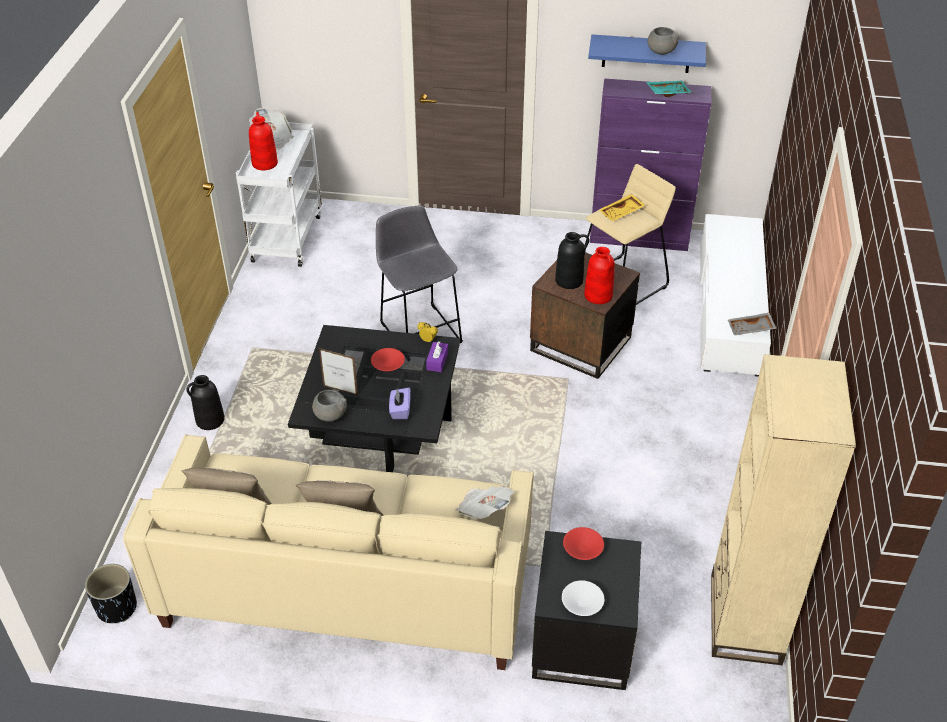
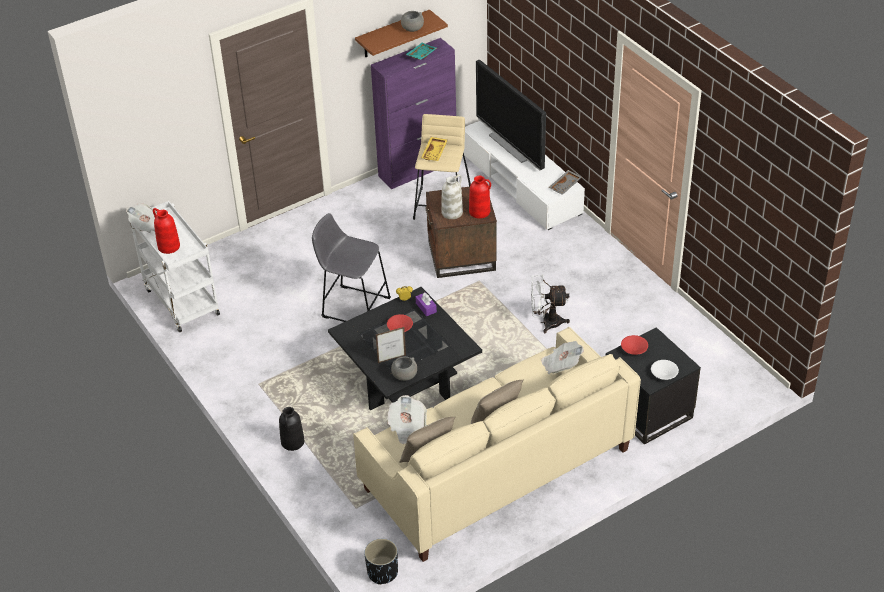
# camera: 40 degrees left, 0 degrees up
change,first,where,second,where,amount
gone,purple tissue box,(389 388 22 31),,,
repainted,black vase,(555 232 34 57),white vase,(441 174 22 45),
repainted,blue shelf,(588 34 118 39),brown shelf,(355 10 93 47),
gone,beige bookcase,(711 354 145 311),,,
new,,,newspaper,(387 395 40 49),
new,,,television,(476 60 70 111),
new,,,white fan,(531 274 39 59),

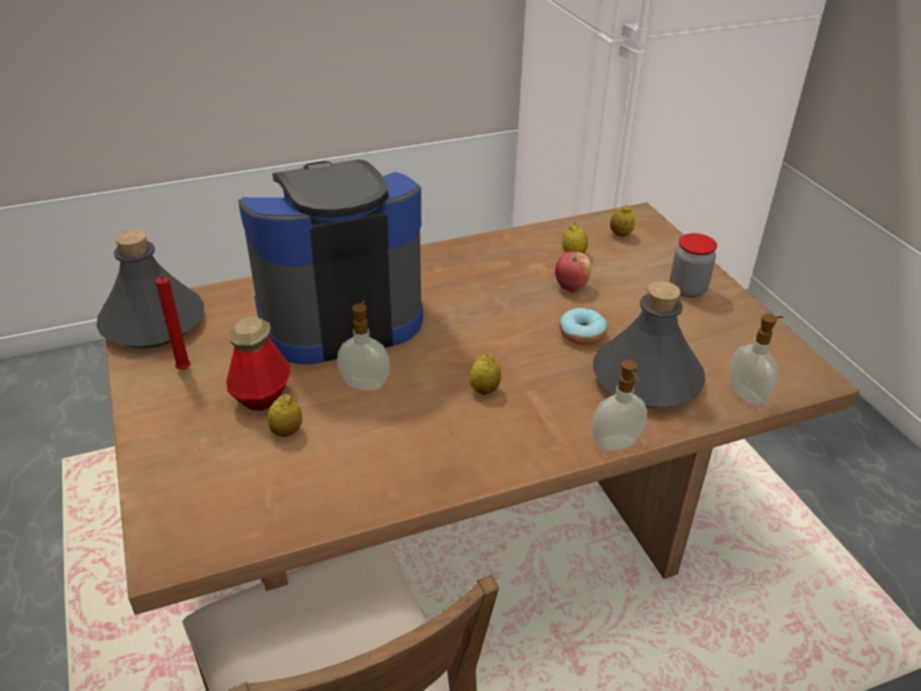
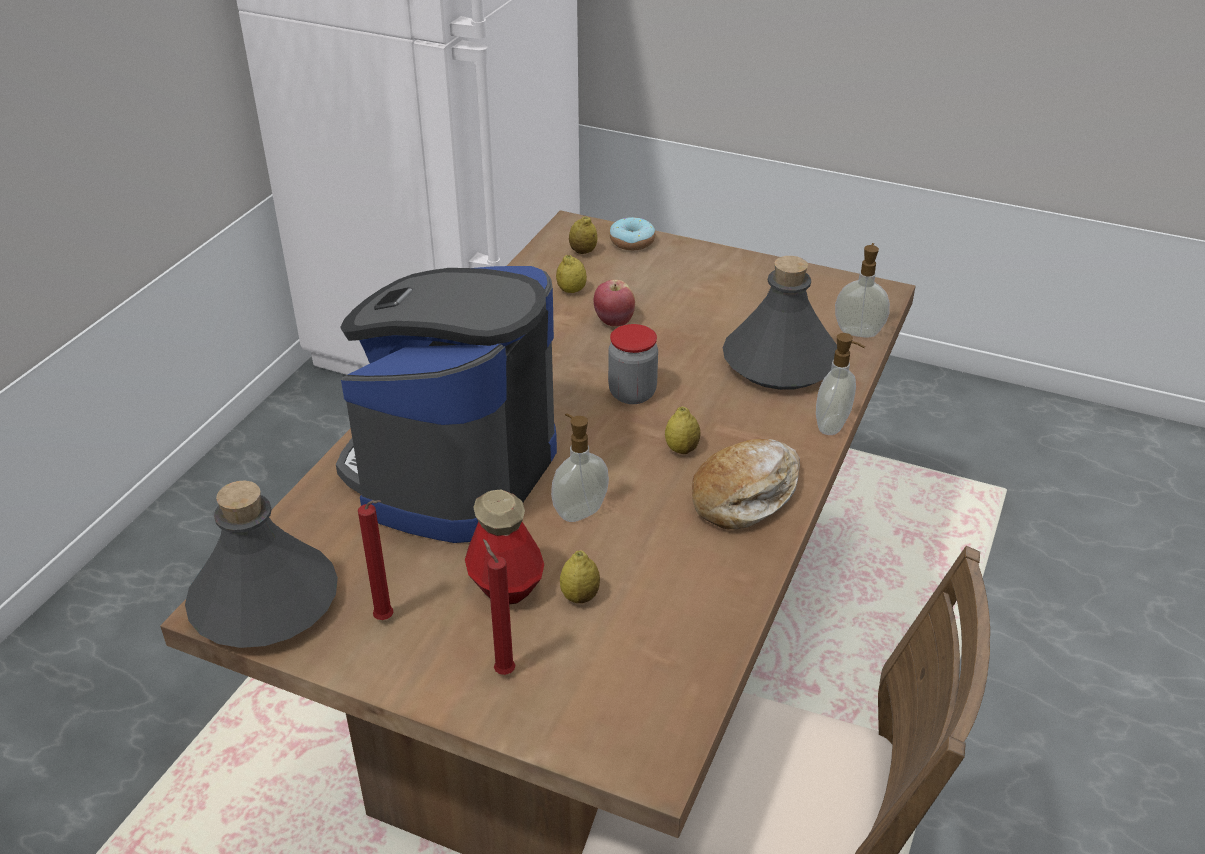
# camera: 45 degrees left, 0 degrees up
change,first,where,second,where,amount
shifted,donut,(559 308 48 37),,(609 217 46 33),
shifted,jar,(670 233 47 65),,(608 324 50 80),
new,,,red candle,(483 539 32 136),
new,,,bread,(692 439 108 90),

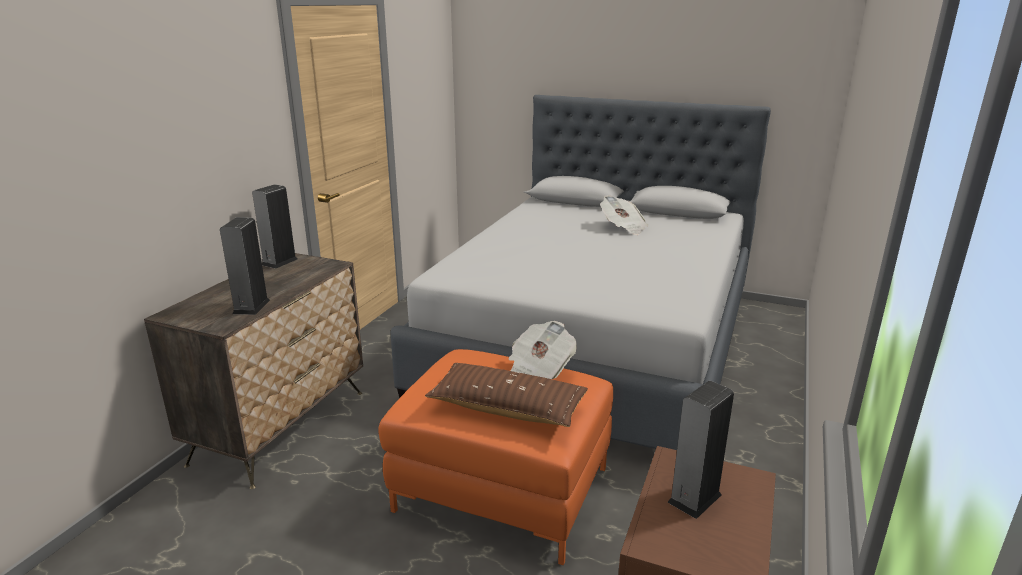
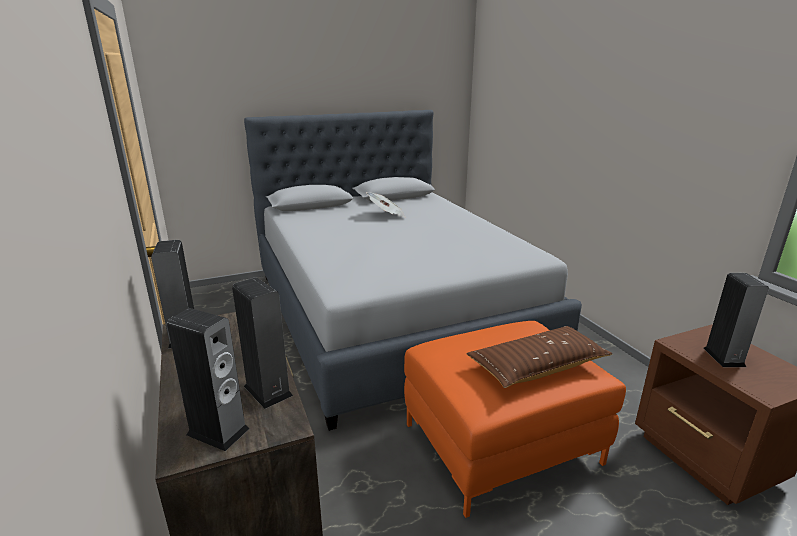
# camera: 45 degrees left, 0 degrees up
change,first,where,second,where,amount
gone,newspaper,(508 321 69 58),,,
new,,,speaker,(167 308 83 143),

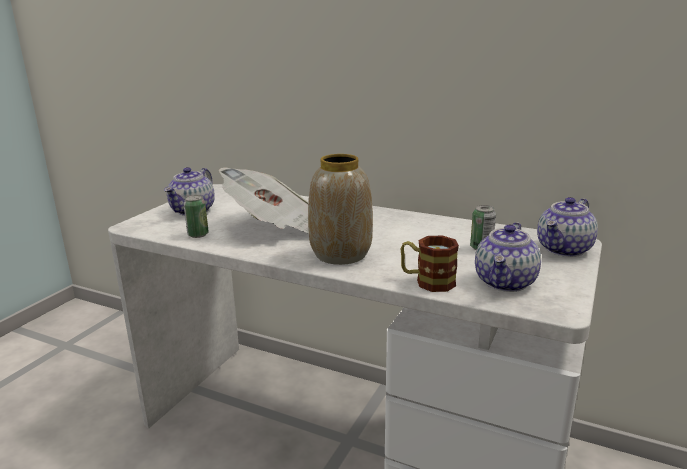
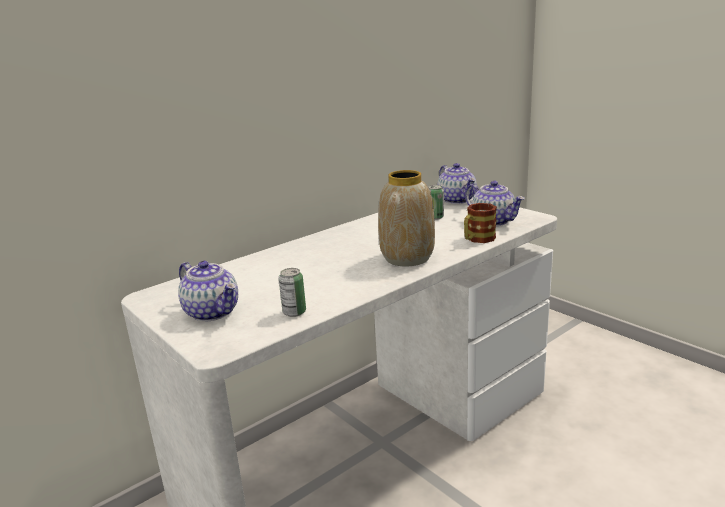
# camera: 65 degrees left, 0 degrees up
change,first,where,second,where,amount
gone,newspaper,(219 167 90 67),,,

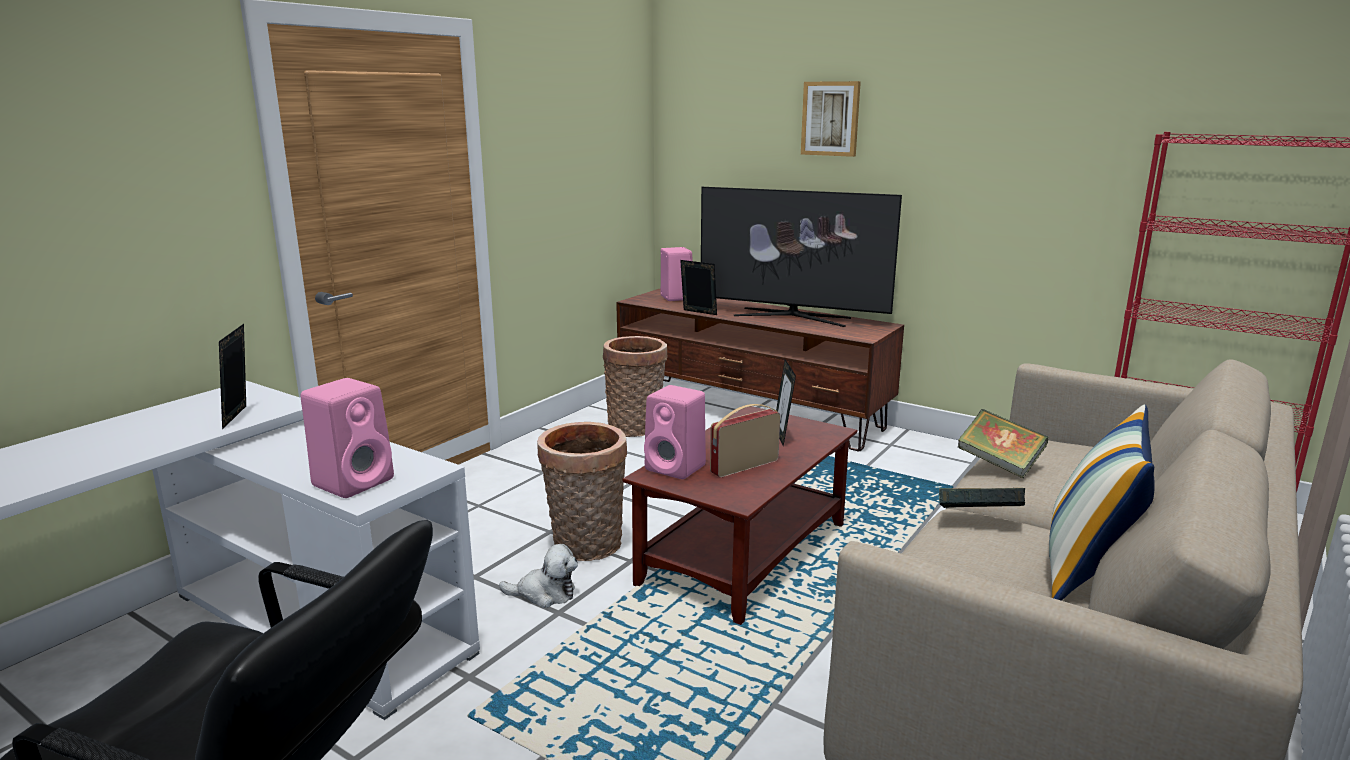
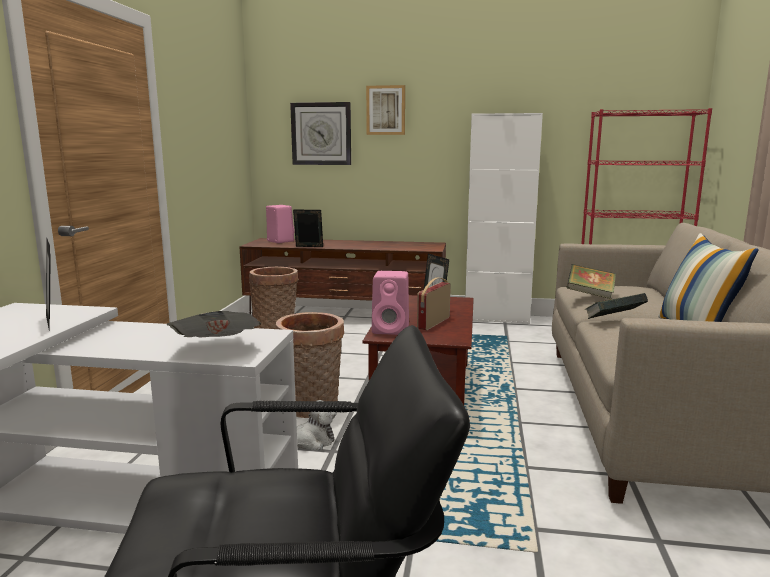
# camera: 25 degrees left, 5 degrees down
change,first,where,second,where,amount
swapped,pink speaker,(301 378 93 120),newspaper,(166 311 95 26),
gone,television,(701 187 201 140),,,
new,,,wall clock,(290 102 61 63),
new,,,white cabinet,(465 113 78 211),

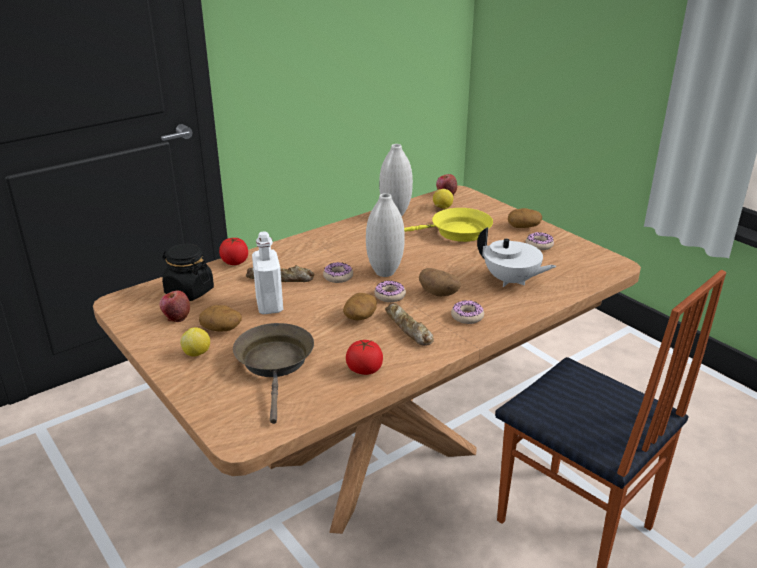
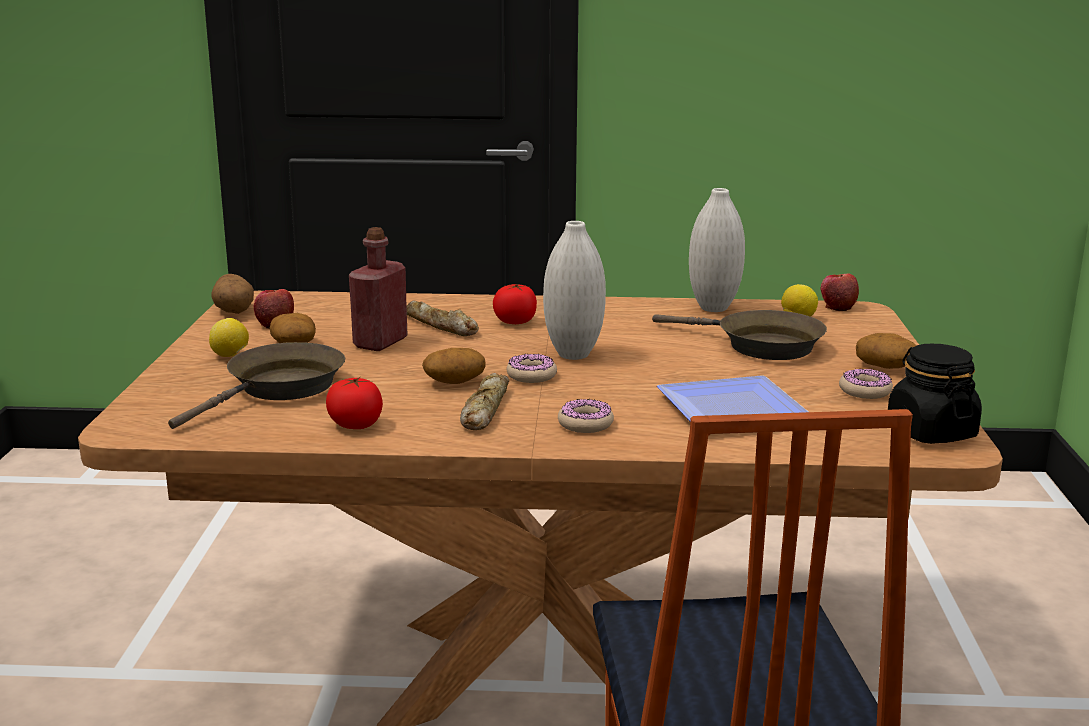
# camera: 40 degrees right, 10 degrees down
change,first,where,second,where,amount
shifted,black jar,(162 243 52 58),,(888 344 94 100),
shifted,tomato,(219 238 29 27),,(493 284 44 40),
repainted,white bottle,(252 231 31 83),red bottle,(349 227 59 124),
gone,donut,(323 262 30 21),,,
repainted,yellow frying pan,(404 208 89 34),brown frying pan,(652 310 175 50),
shifted,potato,(419 268 42 28),,(211 274 43 40),
swapped,white teapot,(477 227 79 60),plate,(657 375 151 46),

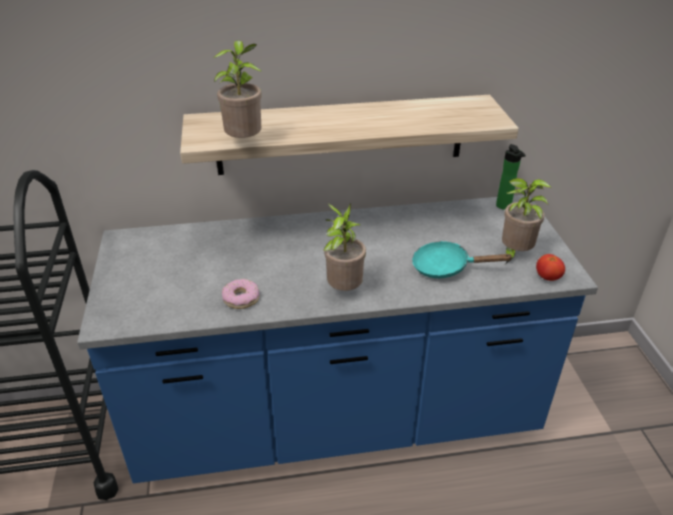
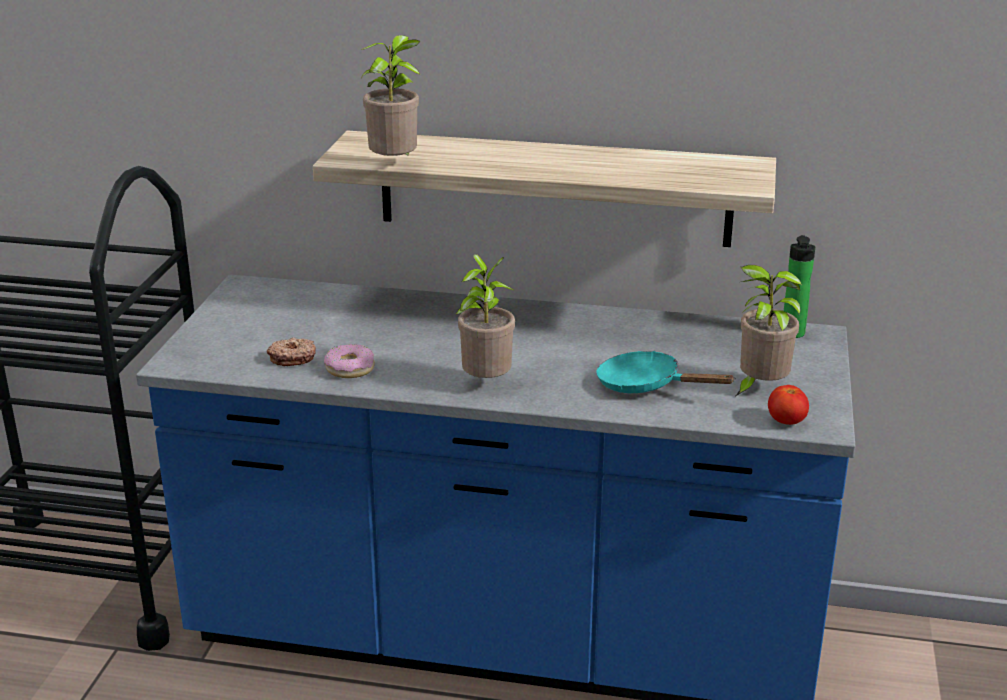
# camera: 20 degrees right, 10 degrees down
change,first,where,second,where,amount
new,,,donut,(267 337 49 29),

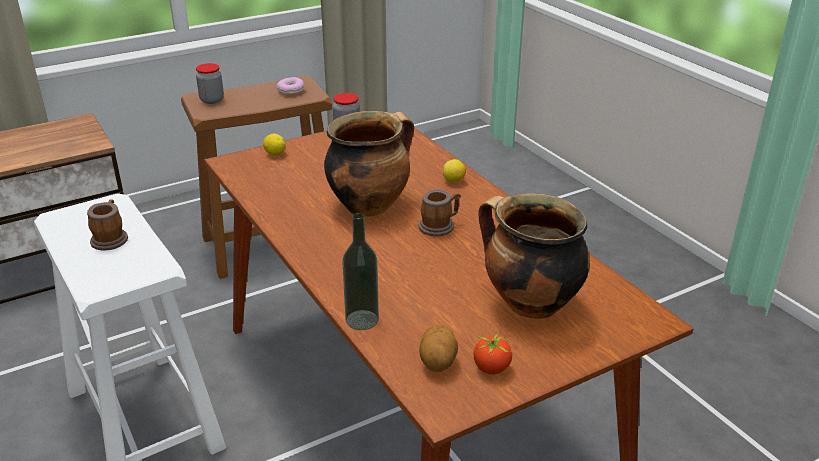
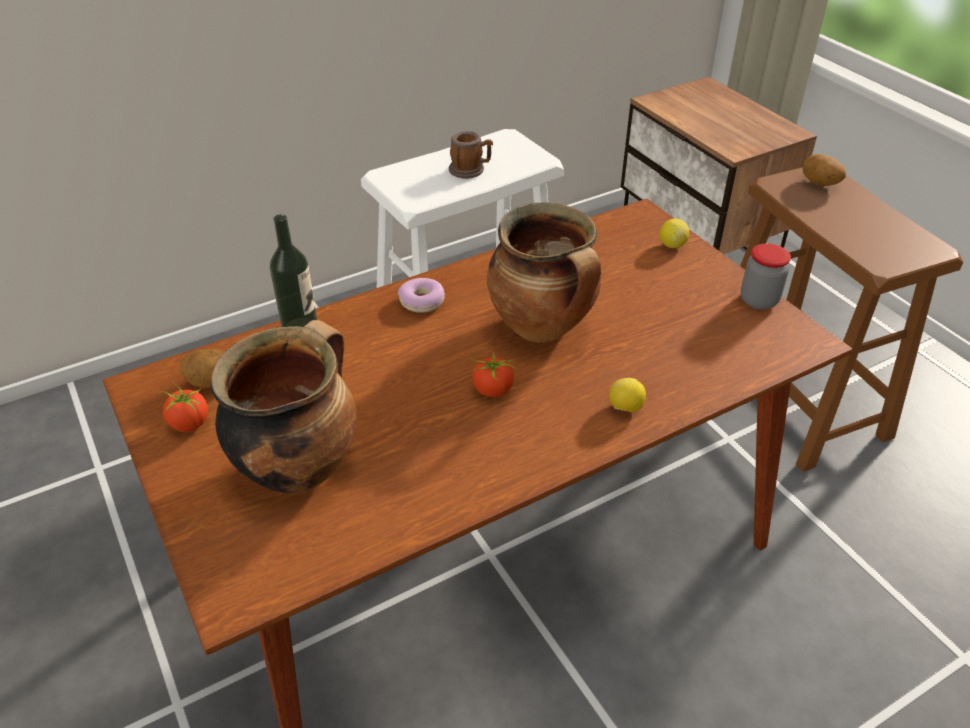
# camera: 90 degrees right, 10 degrees up
change,first,where,second,where,amount
swapped,jar,(196 63 28 41),potato,(802 154 44 32),
shifted,donut,(276 77 28 18),,(398 278 47 35),
swapped,mug,(419 189 42 47),tomato,(470 352 46 45),

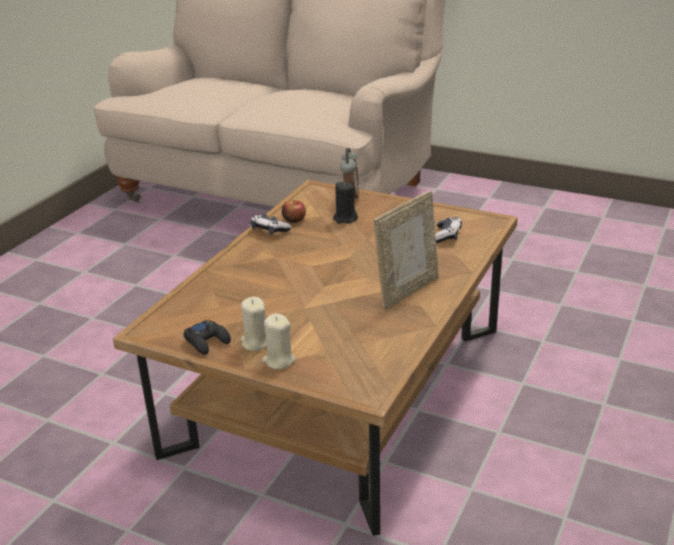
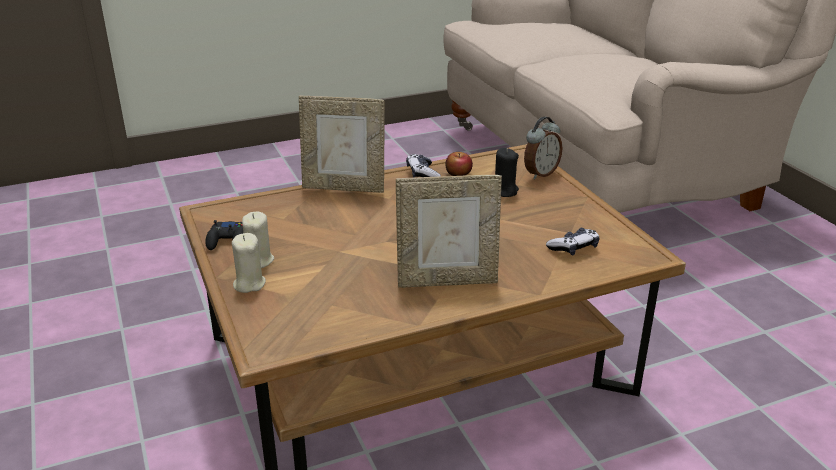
# camera: 40 degrees right, 0 degrees up
change,first,where,second,where,amount
new,,,picture frame,(299 96 86 97),

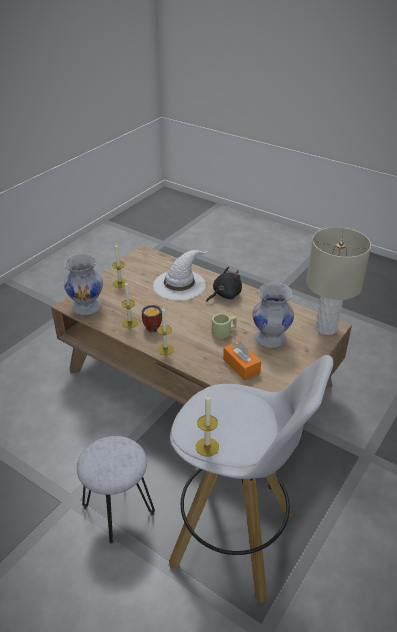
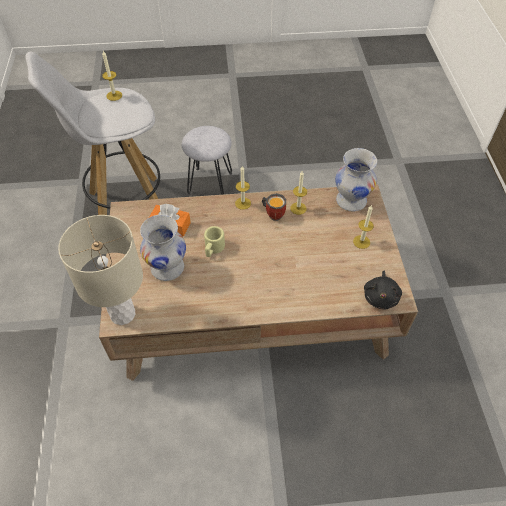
# camera: 140 degrees right, 15 degrees up
change,first,where,second,where,amount
gone,white hat,(153 250 56 50),,,
shifted,black plush toy,(206 267 36 35),,(364 270 38 39),

